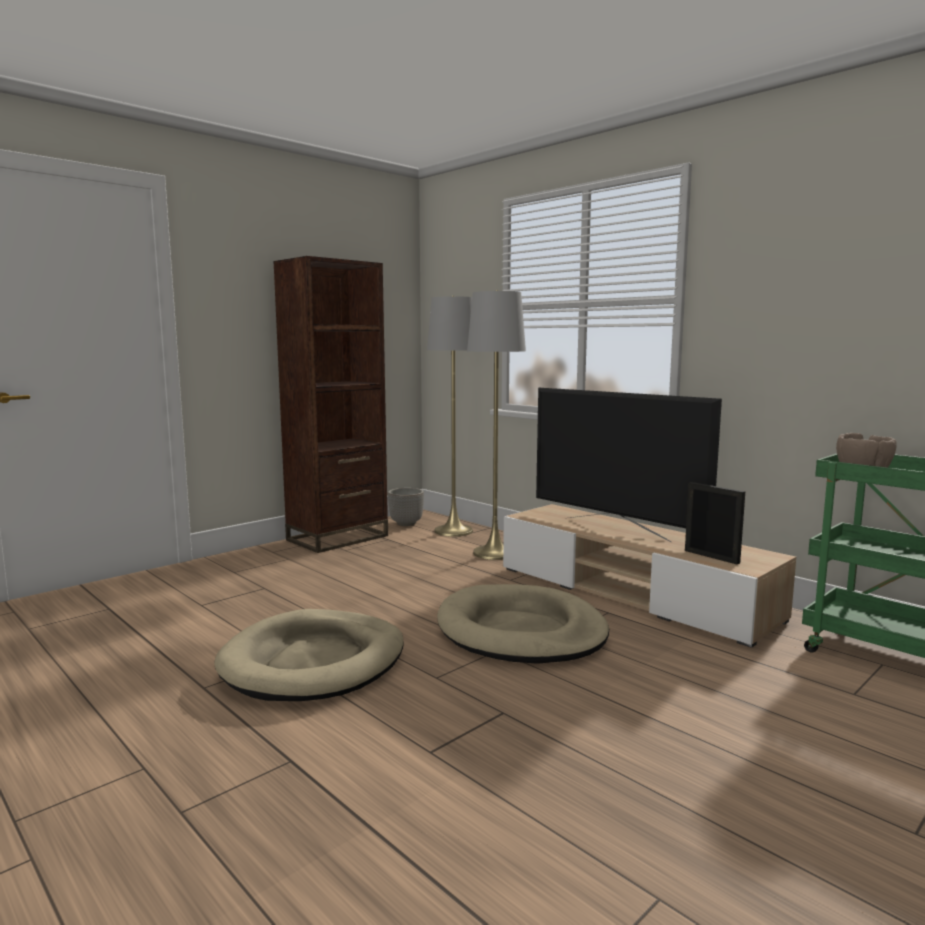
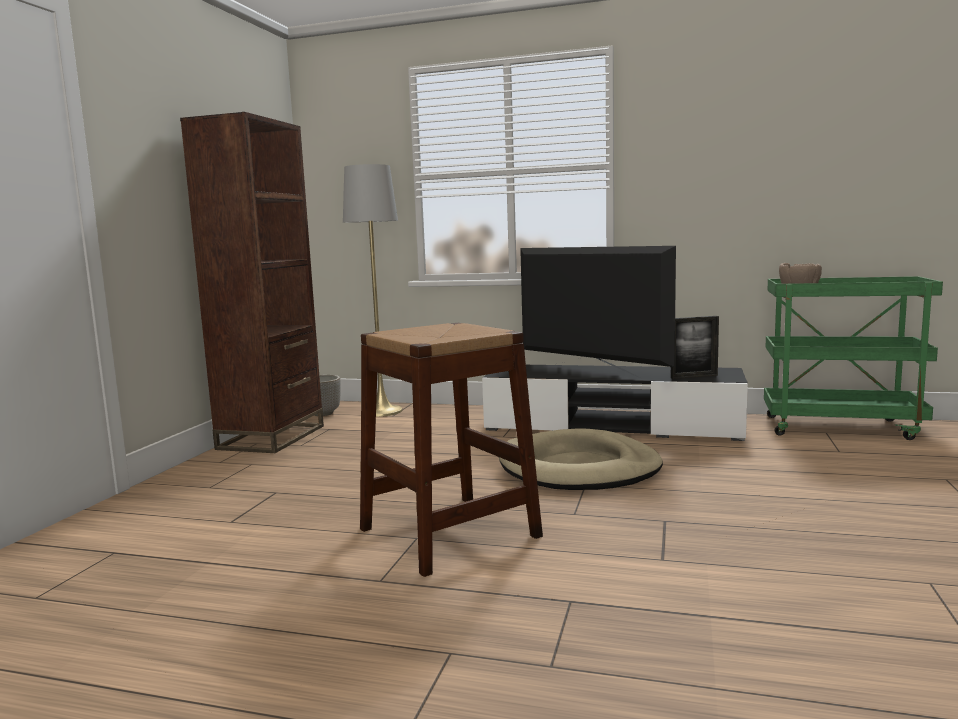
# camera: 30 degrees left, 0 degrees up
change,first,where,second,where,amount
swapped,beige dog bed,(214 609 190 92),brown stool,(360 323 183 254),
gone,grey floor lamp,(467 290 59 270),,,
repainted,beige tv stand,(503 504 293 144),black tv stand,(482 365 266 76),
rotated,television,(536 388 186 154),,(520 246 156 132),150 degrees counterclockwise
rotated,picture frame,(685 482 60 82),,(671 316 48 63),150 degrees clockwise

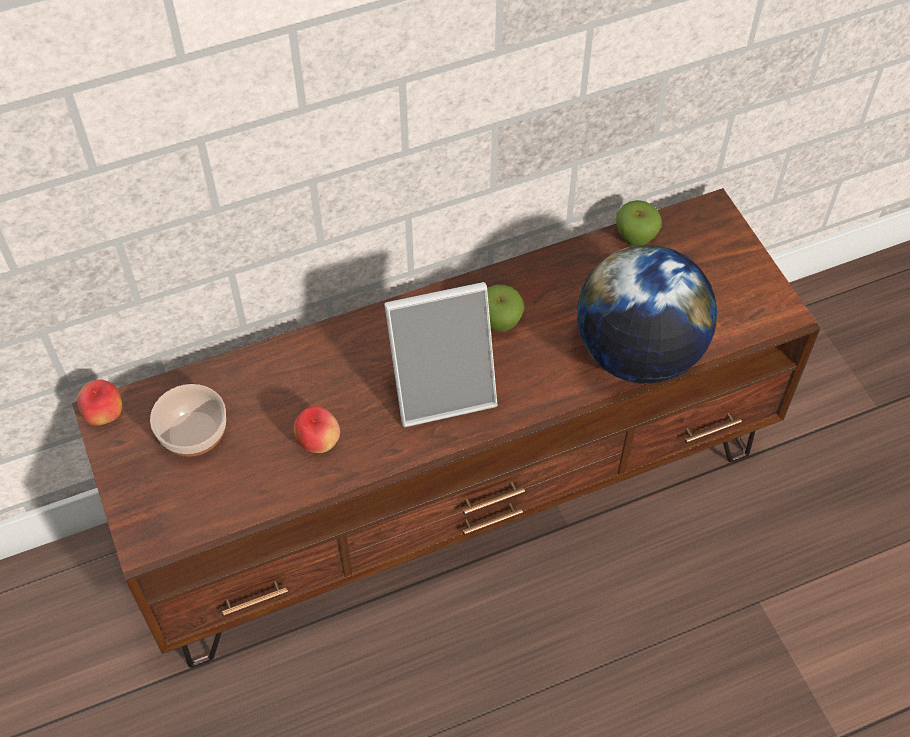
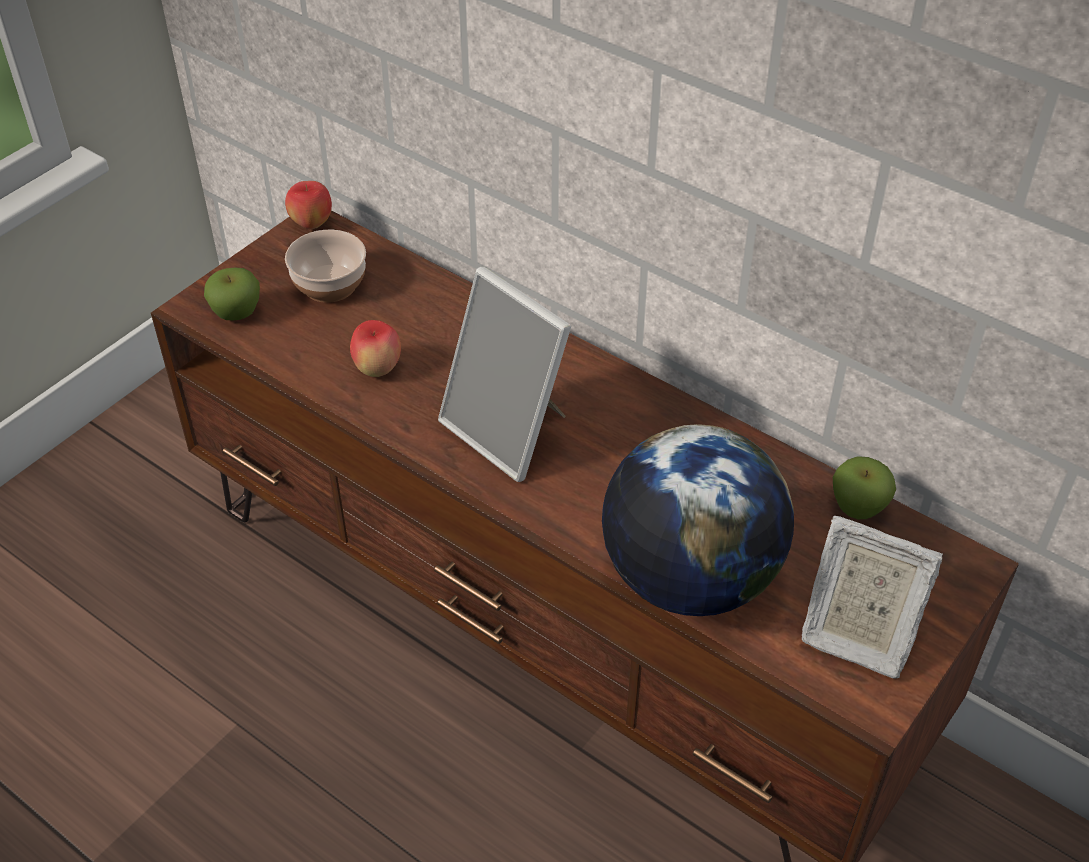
# camera: 60 degrees right, 10 degrees down
change,first,where,second,where,amount
shifted,apple,(487 285 38 47),,(204 268 56 53),
new,,,picture frame,(802 516 141 162),

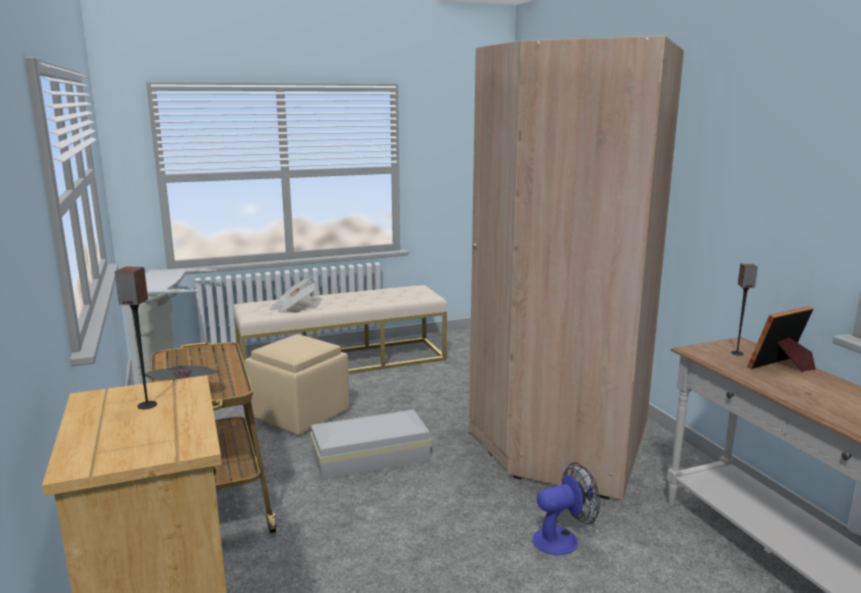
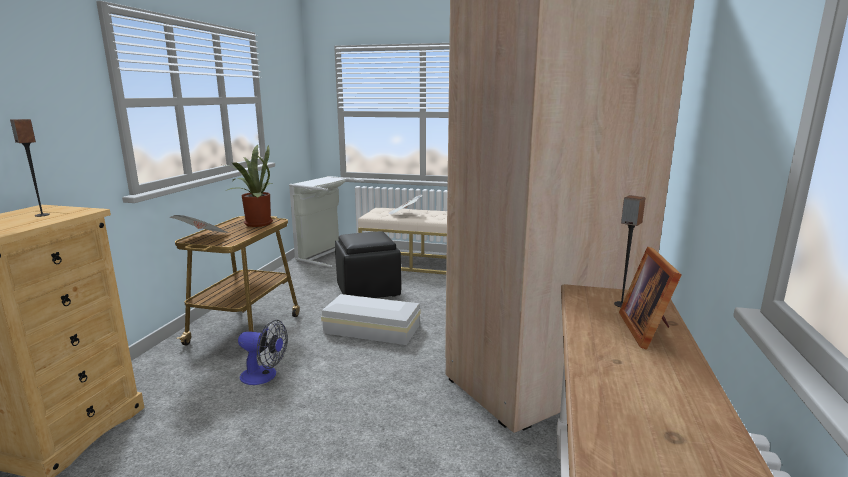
# camera: 35 degrees right, 0 degrees up
change,first,where,second,where,amount
repainted,beige ottoman,(245 334 104 101),black ottoman,(335 231 66 67),
shifted,fan,(532 462 68 93),,(238 320 50 65),
rotated,picture frame,(747 306 69 66),,(619 247 63 103),90 degrees counterclockwise
new,,,potted plant,(226 145 47 82),

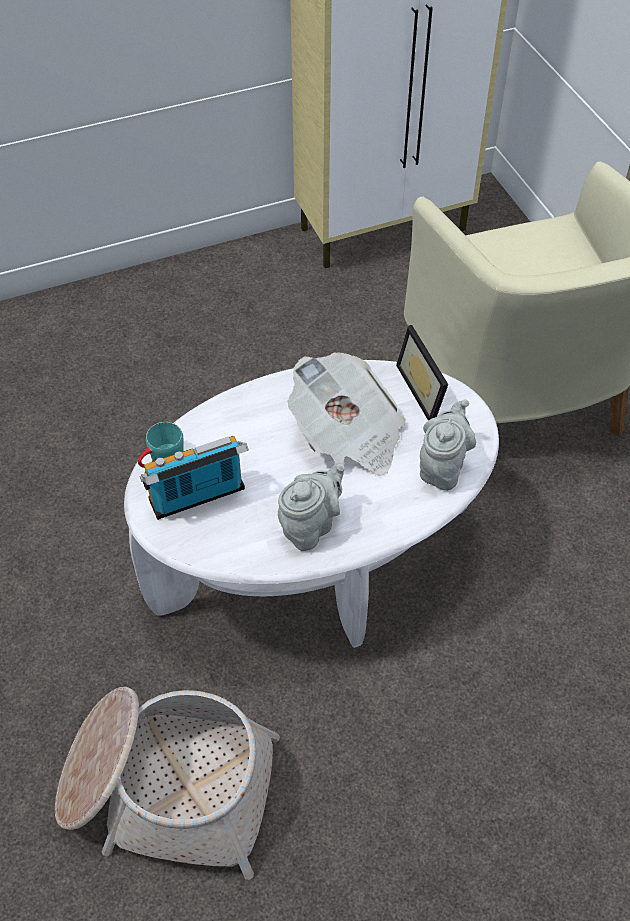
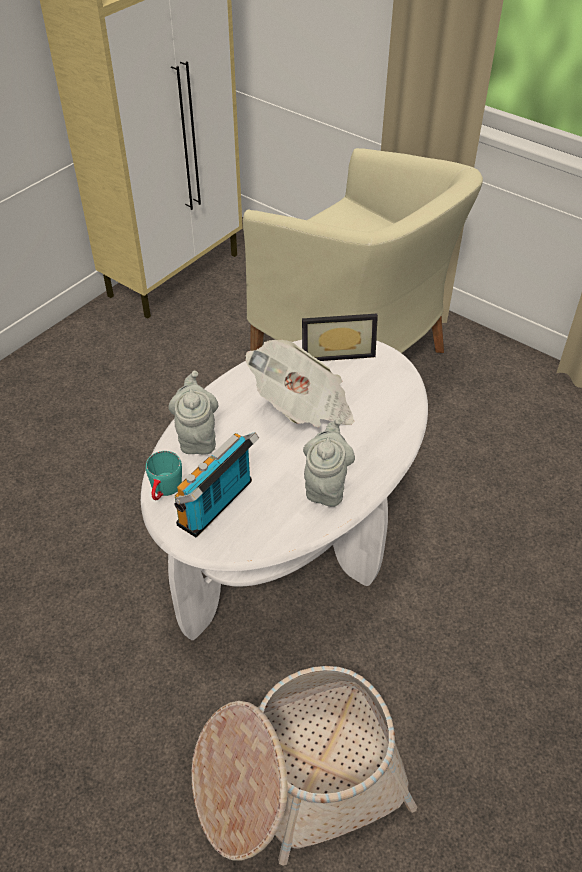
# camera: 30 degrees left, 5 degrees down
change,first,where,second,where,amount
rotated,picture frame,(396 325 52 96),,(302 314 76 47),45 degrees counterclockwise
shifted,grey teapot,(420 399 56 92),,(168 371 50 83),

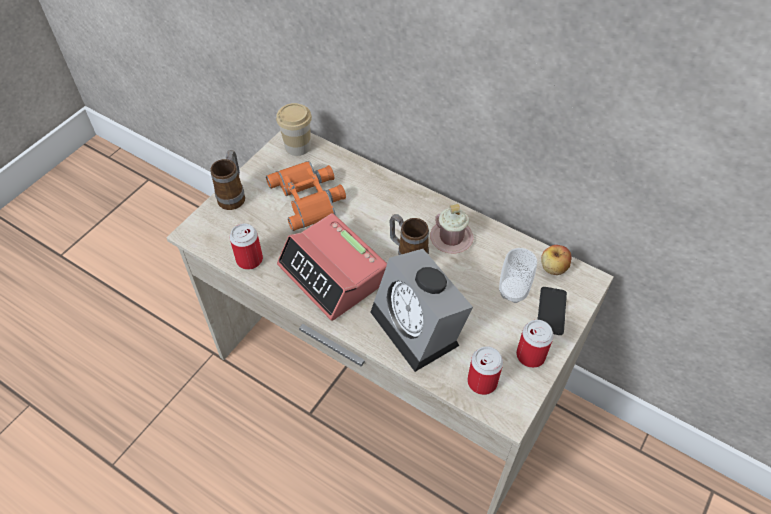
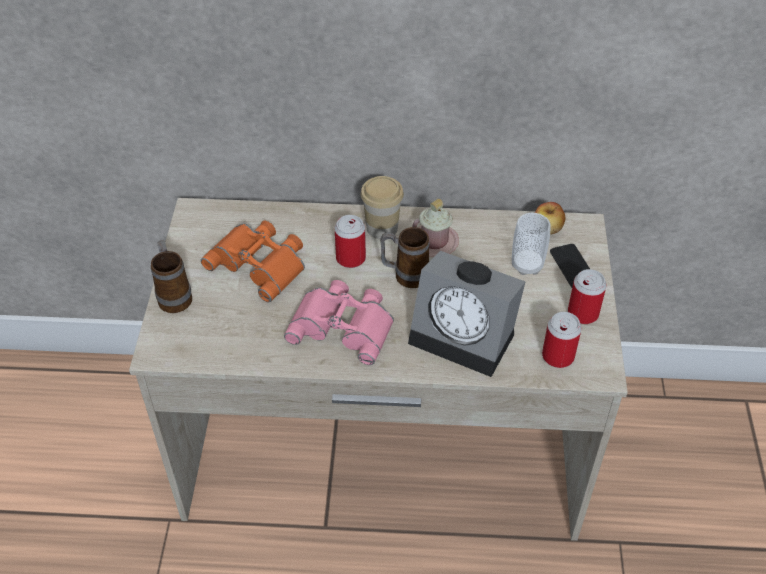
# camera: 30 degrees left, 5 degrees down
change,first,where,second,where,amount
shifted,can,(230 223 33 47),,(335 215 31 53),
shifted,cup,(276 103 36 53),,(361 176 43 63),
swapped,alarm clock,(277 213 110 108),pink binoculars,(284 280 110 85),

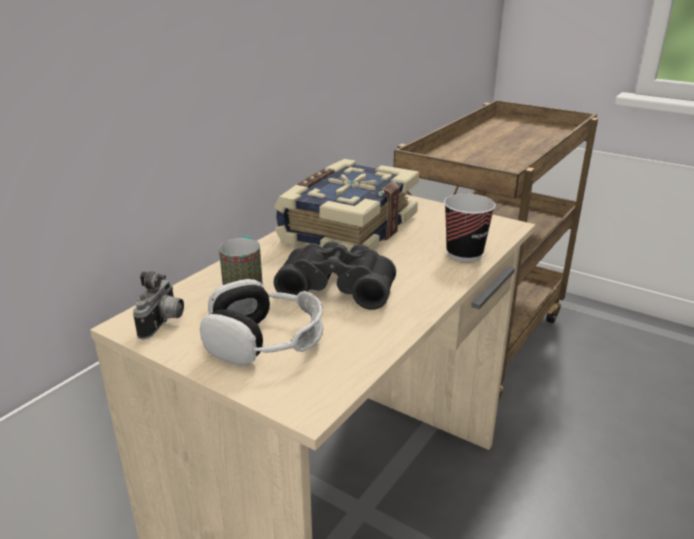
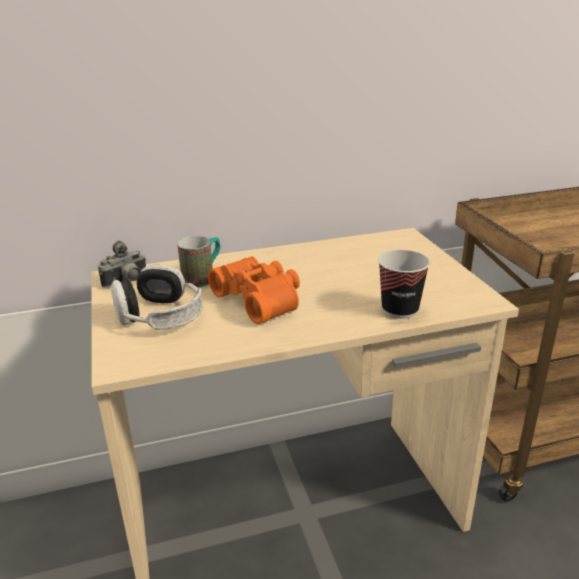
# camera: 40 degrees right, 0 degrees up
change,first,where,second,where,amount
gone,book,(274 159 145 93),,,
repainted,black binoculars,(274 241 122 69),orange binoculars,(208 256 92 68),

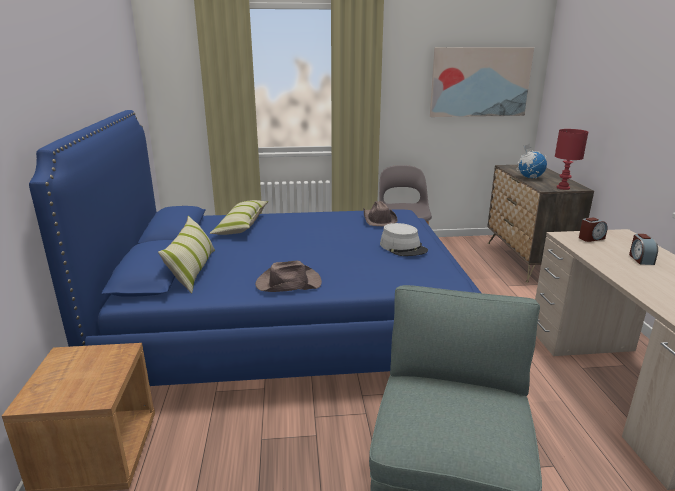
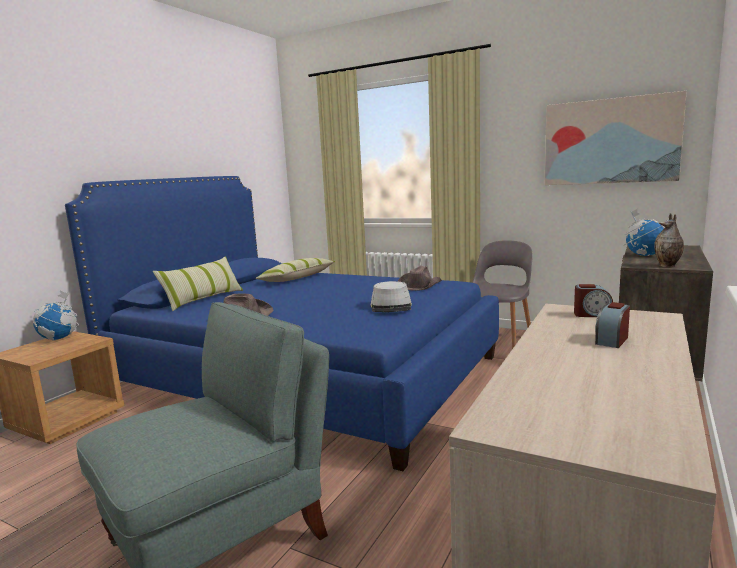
# camera: 35 degrees right, 10 degrees down
change,first,where,second,where,amount
swapped,red table lamp,(555 129 33 61),vase,(654 213 30 54),
new,,,globe,(33 291 46 50),

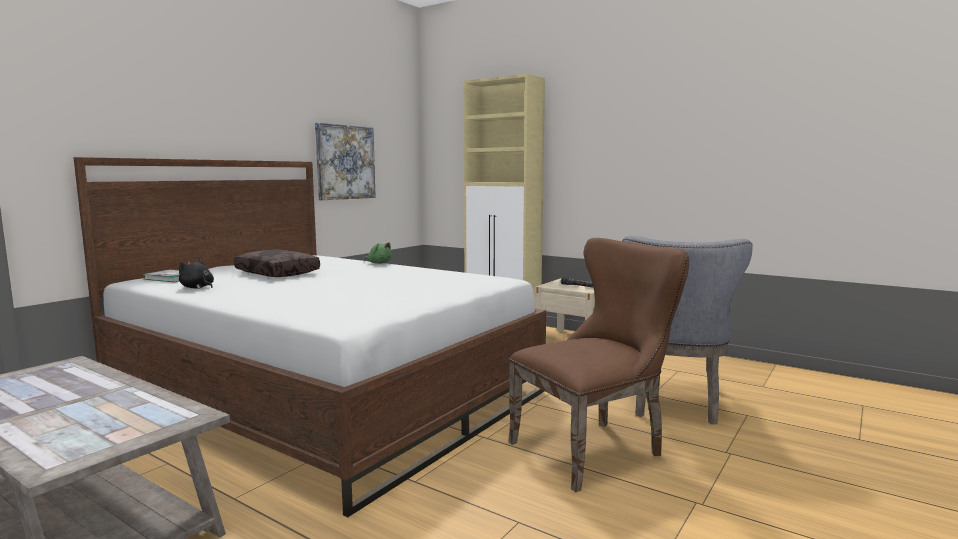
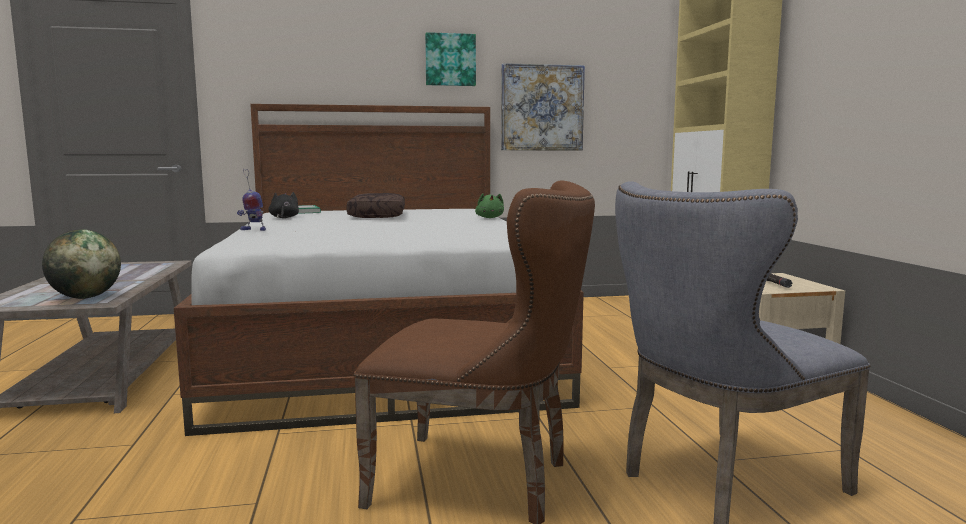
# camera: 45 degrees right, 0 degrees up
change,first,where,second,where,amount
new,,,globe,(42 229 79 70),
new,,,toy robot,(237 169 29 62),
new,,,picture,(425 32 51 54),

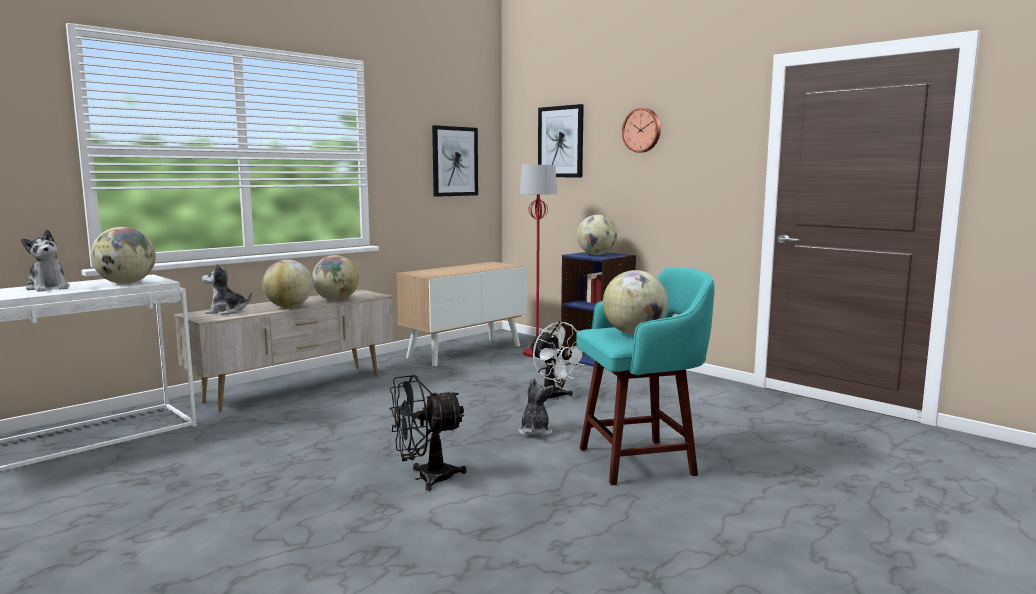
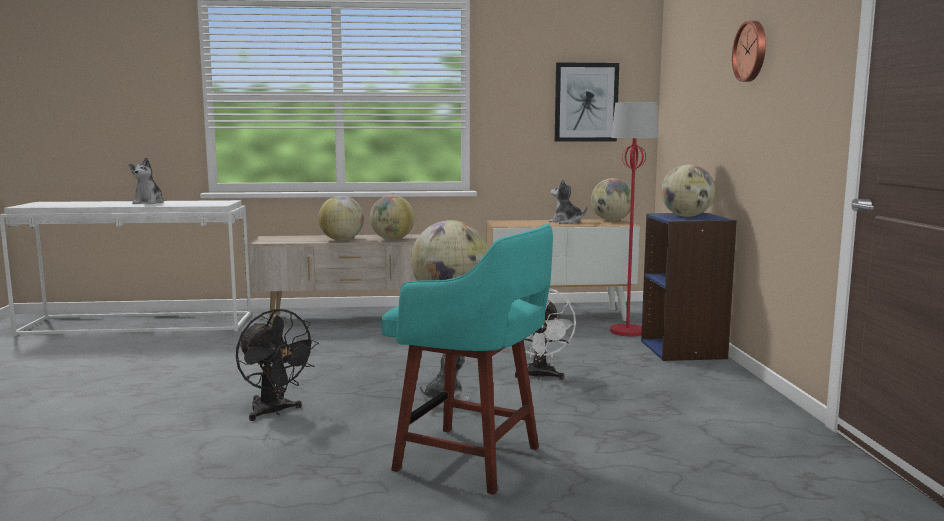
# camera: 40 degrees right, 0 degrees up
change,first,where,second,where,amount
shifted,globe,(91 227 65 57),,(591 178 40 43),
shifted,plush toy,(202 264 50 51),,(549 179 38 45),
rotated,black fan,(390 375 77 116),,(236 309 83 112),150 degrees counterclockwise
gone,picture,(538 104 46 73),,,

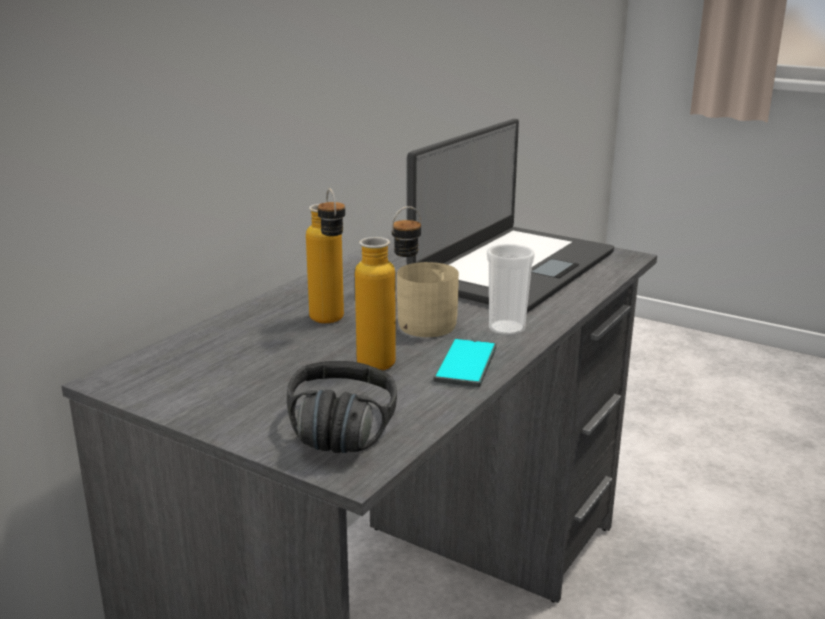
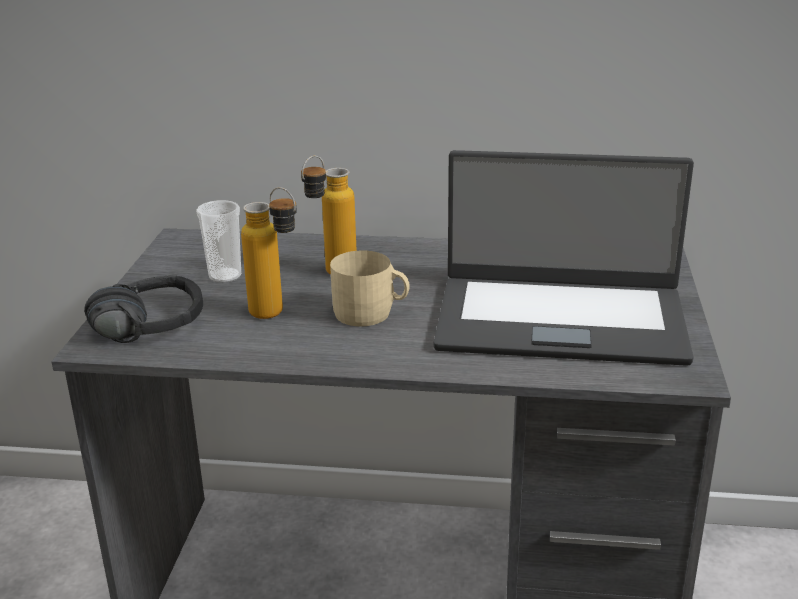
# camera: 65 degrees right, 5 degrees up
change,first,where,second,where,amount
gone,phone,(434 338 62 49),,,
shifted,cup,(487 244 48 92),,(196 200 45 83),

